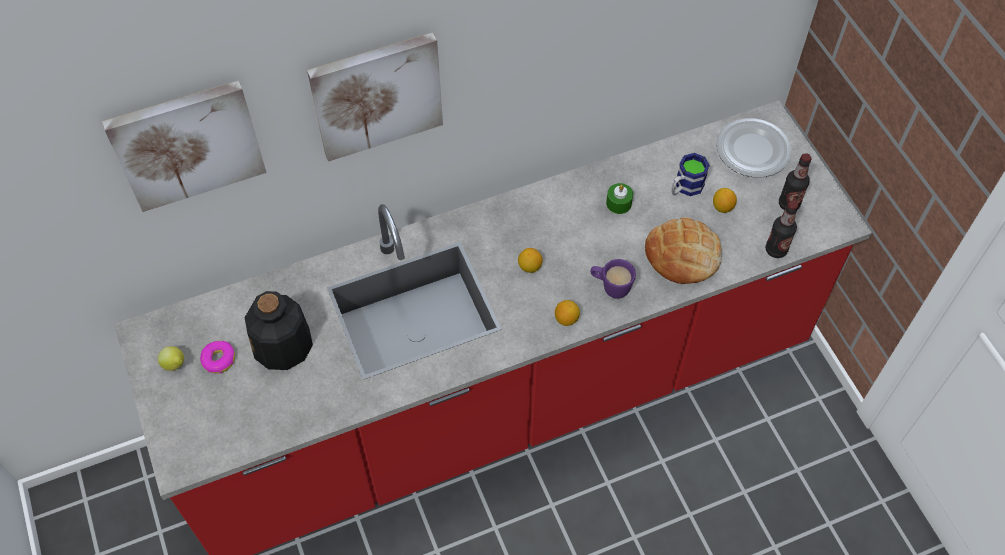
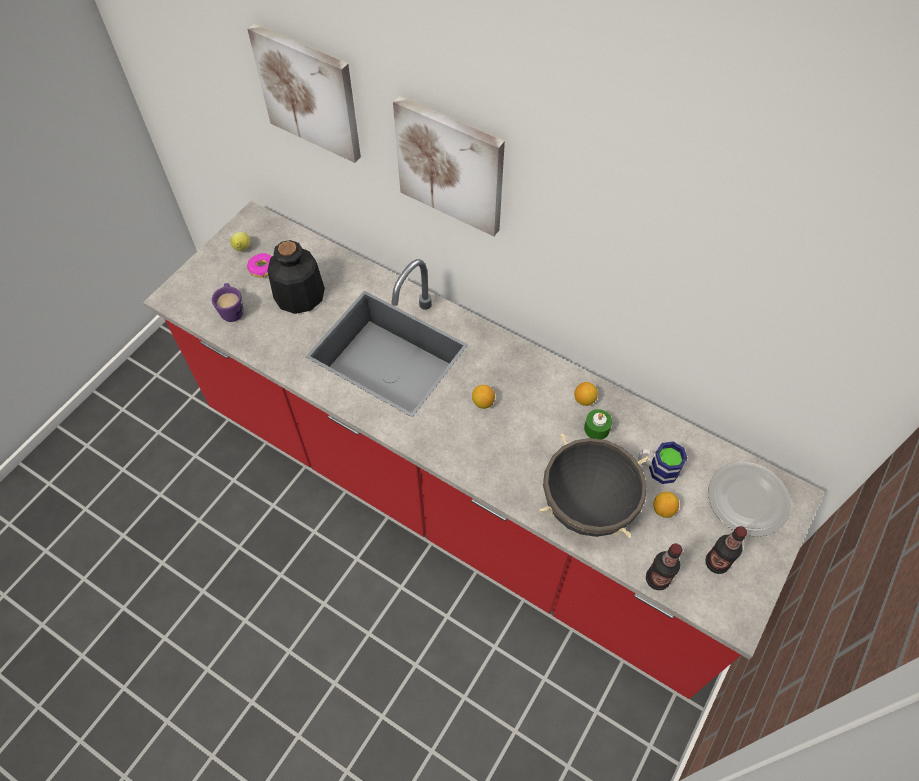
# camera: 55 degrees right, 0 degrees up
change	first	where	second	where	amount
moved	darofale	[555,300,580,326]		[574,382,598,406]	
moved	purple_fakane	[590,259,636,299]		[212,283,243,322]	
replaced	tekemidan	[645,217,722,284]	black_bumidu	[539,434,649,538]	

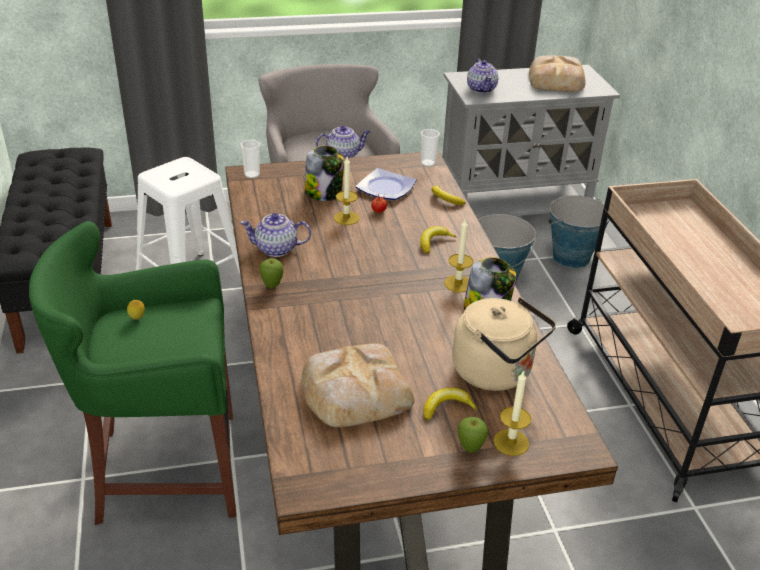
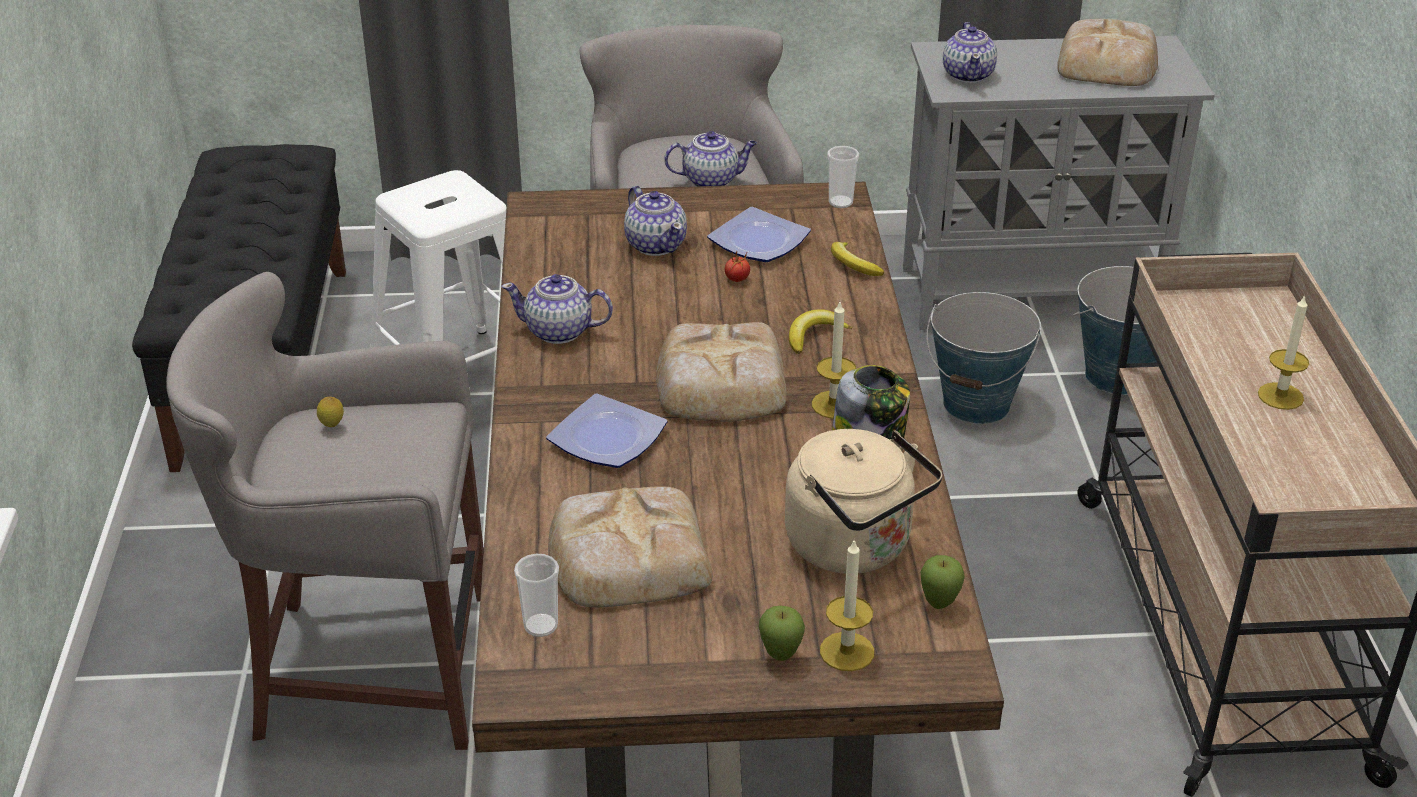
# camera: 10 degrees right, 0 degrees up
change	first	where	second	where	amount
removed	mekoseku	[423,388,478,421]			
added			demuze	[546,394,667,468]	
added			tekemidan	[656,322,787,422]	
moved	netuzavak	[240,140,260,178]		[514,554,559,637]	
moved	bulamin	[259,258,283,289]		[920,555,965,609]	
moved	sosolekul	[334,157,359,225]		[1258,295,1309,410]	
replaced	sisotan	[305,146,344,201]	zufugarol	[624,186,687,256]	
recoloured	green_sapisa	[29,221,236,525]	grey_sapisa	[166,272,484,750]	

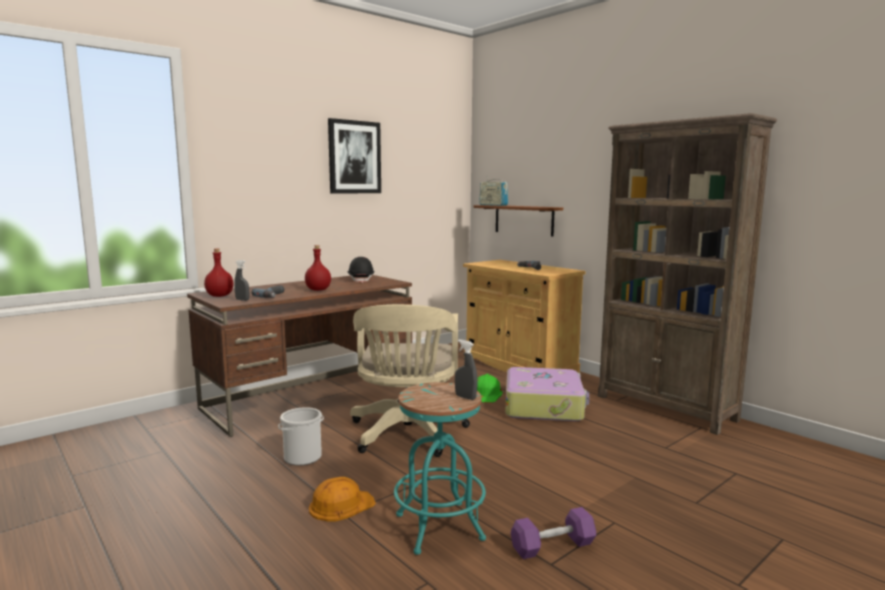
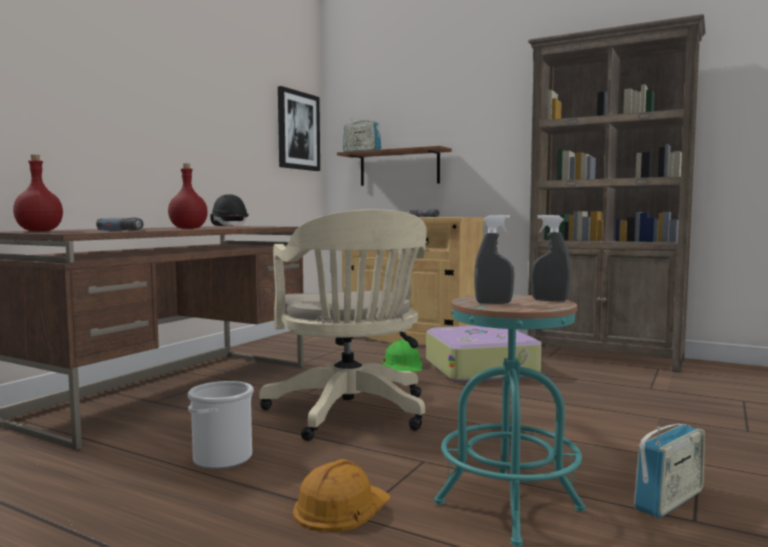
# camera: 20 degrees left, 5 degrees down
change	first	where	second	where	amount
moved	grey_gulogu	[234,260,249,301]		[474,215,514,304]	
moved	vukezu	[328,118,381,193]		[278,86,320,171]	
replaced	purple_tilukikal	[511,507,596,559]	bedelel	[634,424,705,518]	

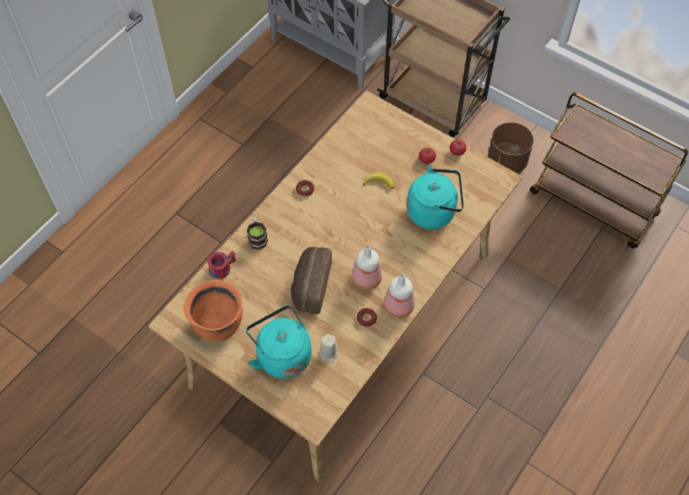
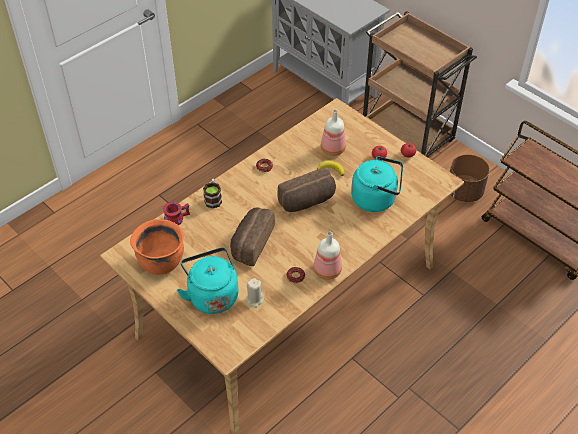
# camera: 10 degrees right, 10 degrees down
change	first	where	second	where	amount
added			tekemidan	[278,167,336,212]	
moved	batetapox	[352,245,382,290]		[321,110,346,156]	

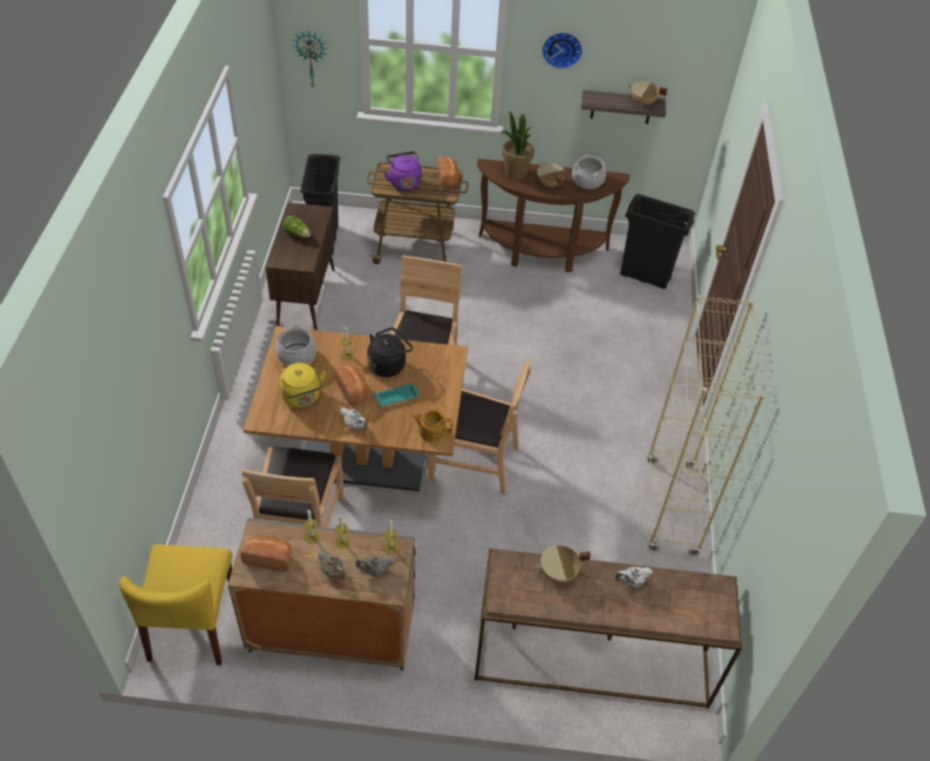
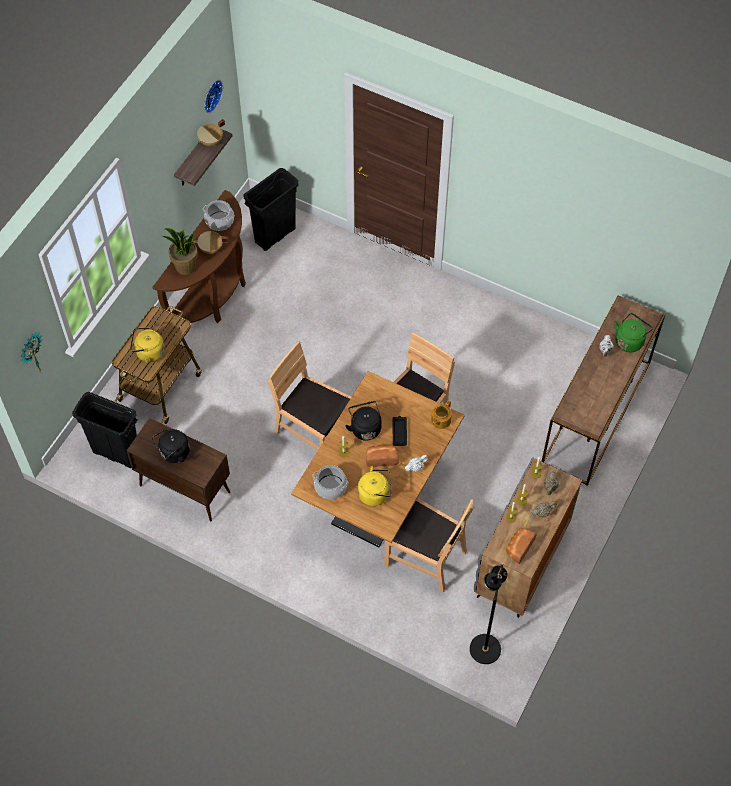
# camera: 65 degrees left, 10 degrees up
change	first	where	second	where	amount
removed	tekemidan	[438,157,459,187]			
removed	beige_bumidu	[536,545,591,583]			
removed	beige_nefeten	[647,295,765,556]			
added			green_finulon	[614,313,653,352]	
moved	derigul	[542,32,583,69]		[204,80,223,113]	
replaced	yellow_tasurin	[119,544,232,665]	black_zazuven	[470,563,508,664]	
replaced	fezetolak	[283,215,311,238]	black_finulon	[152,429,190,463]	
recoloured	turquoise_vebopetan	[374,383,419,407]	black_vebopetan	[393,416,407,446]	
recoloured	purple_finulon	[384,151,421,191]	yellow_finulon	[130,327,165,363]	

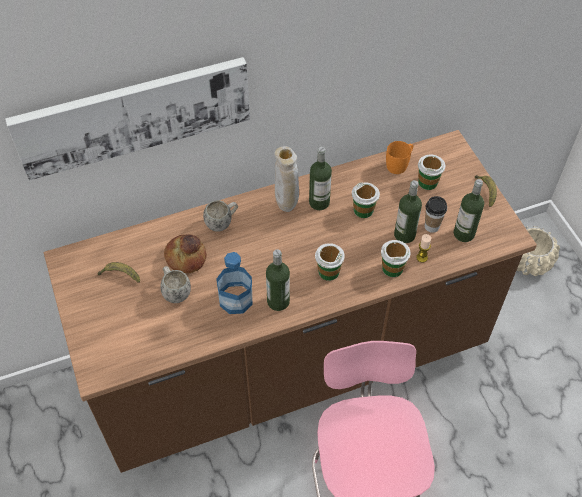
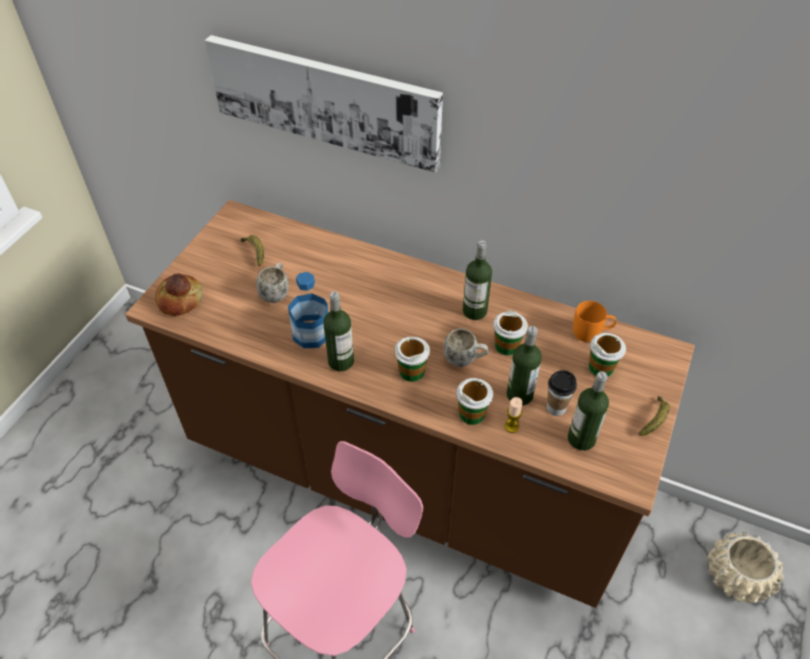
# camera: 45 degrees right, 5 degrees down
change	first	where	second	where	amount
removed	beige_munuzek	[274,146,299,212]			
moved	tekemidan	[164,234,207,273]		[155,273,202,316]	
moved	white_fakane	[203,200,238,232]		[443,328,489,367]	

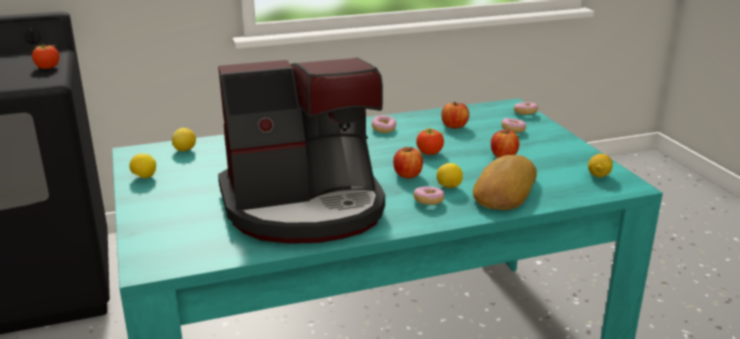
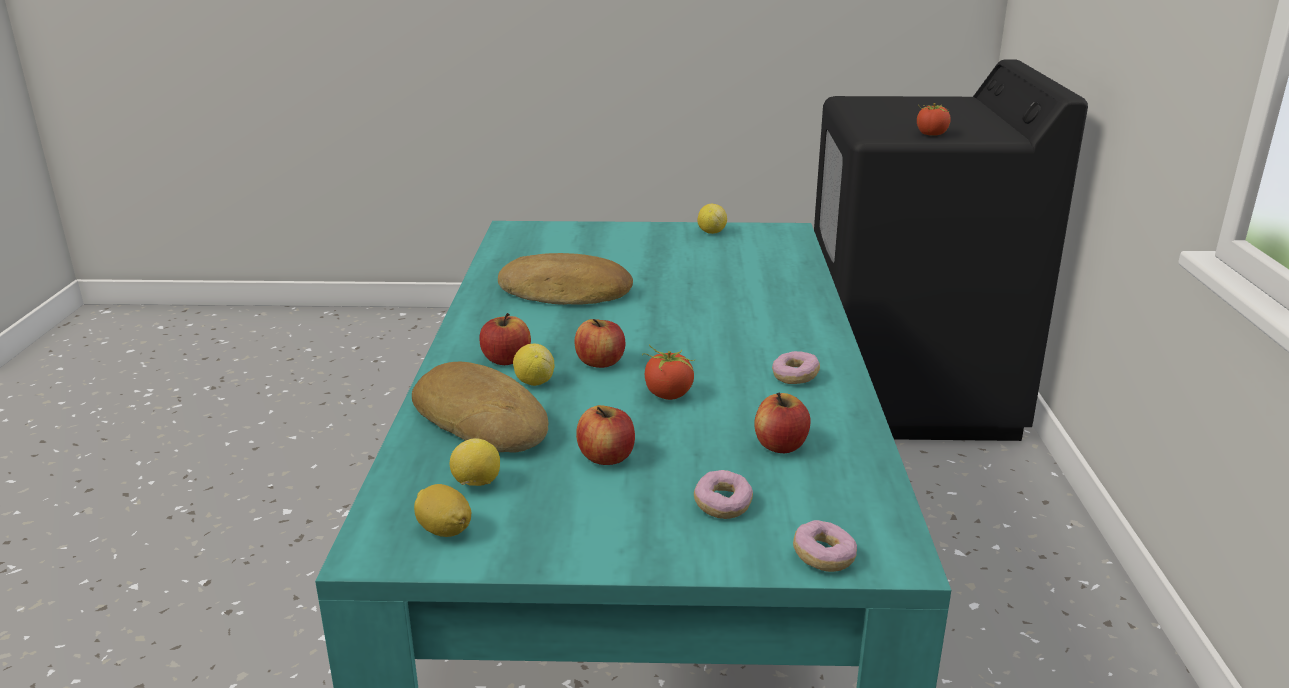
# camera: 110 degrees right, 0 degrees up
change	first	where	second	where	amount
moved	darofale	[172,128,196,151]		[450,438,500,486]	
replaced	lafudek	[218,57,385,244]	tekemidan	[498,253,633,305]	
replaced	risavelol	[413,186,445,205]	bulamin	[479,313,531,365]	

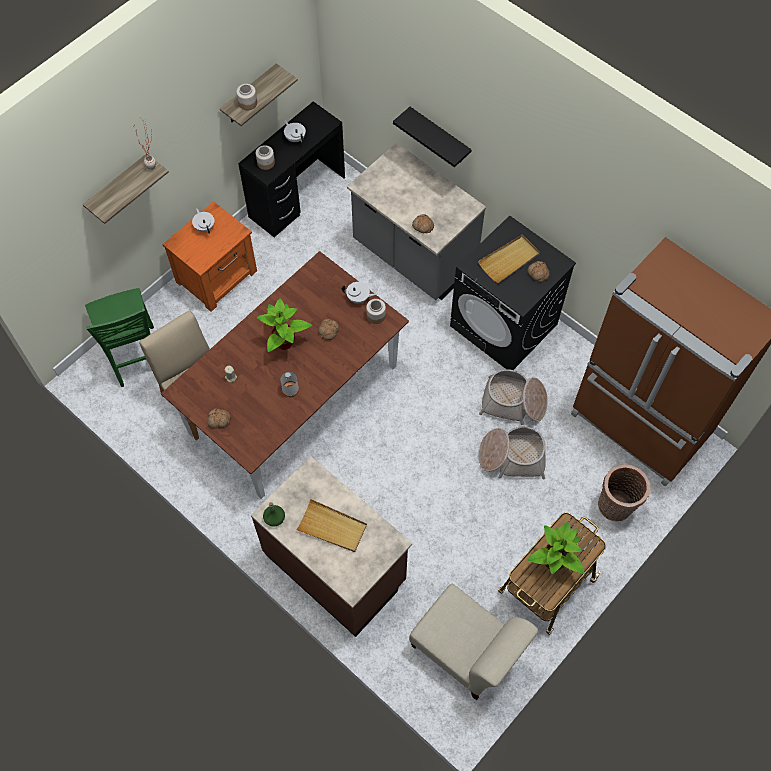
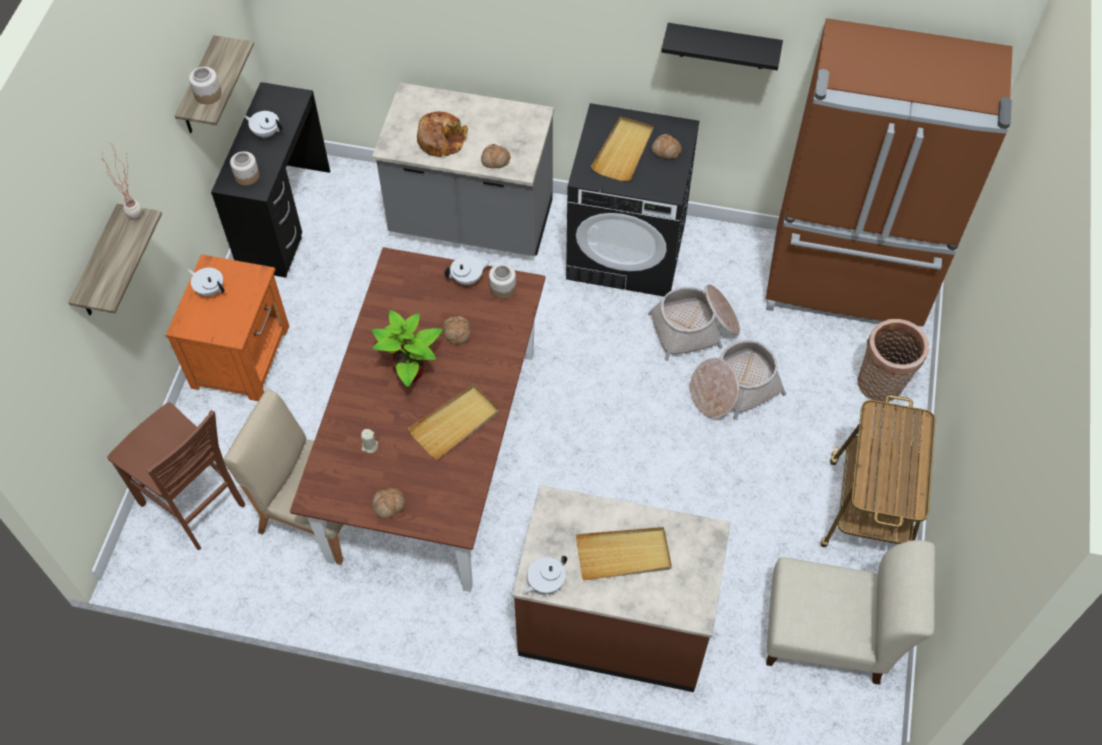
# camera: 30 degrees left, 5 degrees down
change	first	where	second	where	amount
removed	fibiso	[528,522,585,574]			
added			tekemidan	[417,111,468,157]	
moved	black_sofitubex	[393,107,472,167]		[661,23,783,70]	
replaced	green_batetapox	[263,502,285,527]	white_zufugarol	[523,556,567,594]	
replaced	white_batetapox	[281,372,299,397]	beige_vebopetan	[408,384,499,460]	
recoloured	green_tasurin	[85,288,154,387]	brown_tasurin	[107,402,245,550]	

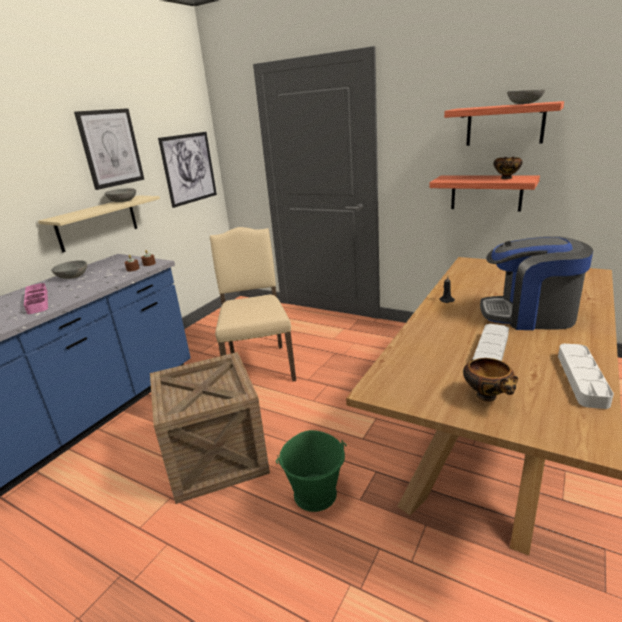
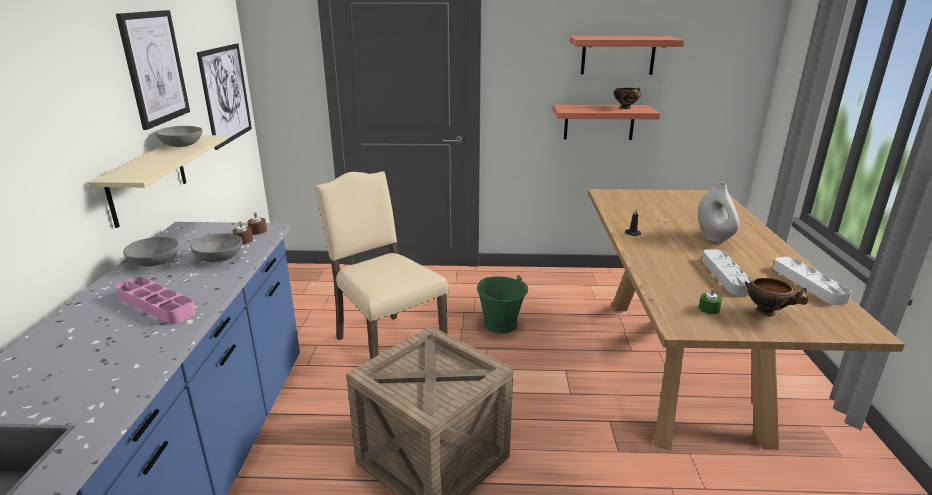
# camera: 30 degrees left, 0 degrees up
change	first	where	second	where	amount
added			green_sosolekul	[698,288,722,314]	
moved	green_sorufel	[276,430,347,512]		[477,275,528,334]	
moved	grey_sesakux	[507,89,545,104]		[190,233,243,262]	
replaced	lafudek	[480,236,593,330]	white_munuzek	[698,182,739,243]	

